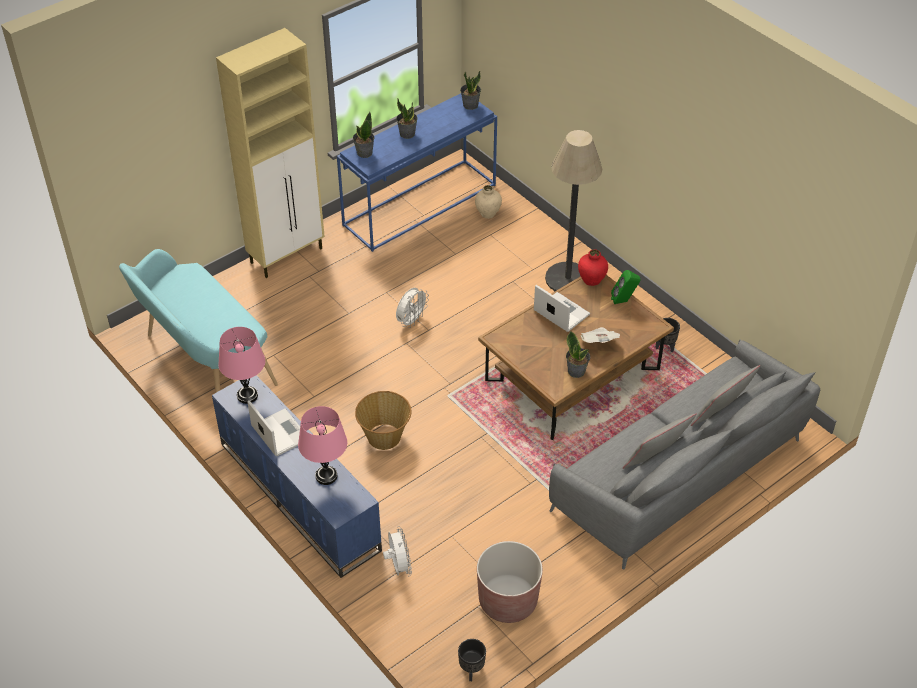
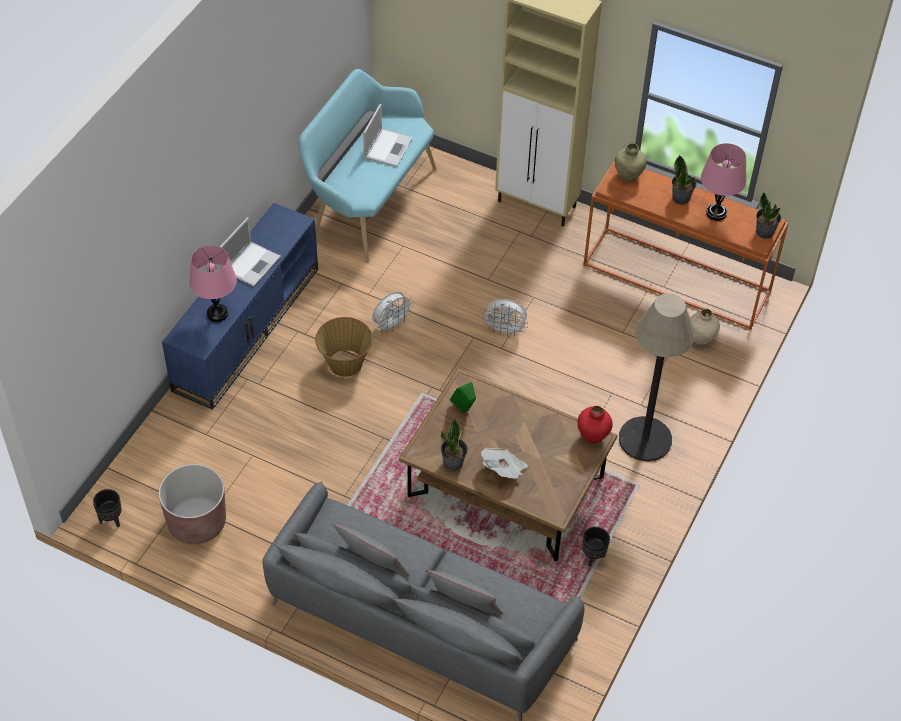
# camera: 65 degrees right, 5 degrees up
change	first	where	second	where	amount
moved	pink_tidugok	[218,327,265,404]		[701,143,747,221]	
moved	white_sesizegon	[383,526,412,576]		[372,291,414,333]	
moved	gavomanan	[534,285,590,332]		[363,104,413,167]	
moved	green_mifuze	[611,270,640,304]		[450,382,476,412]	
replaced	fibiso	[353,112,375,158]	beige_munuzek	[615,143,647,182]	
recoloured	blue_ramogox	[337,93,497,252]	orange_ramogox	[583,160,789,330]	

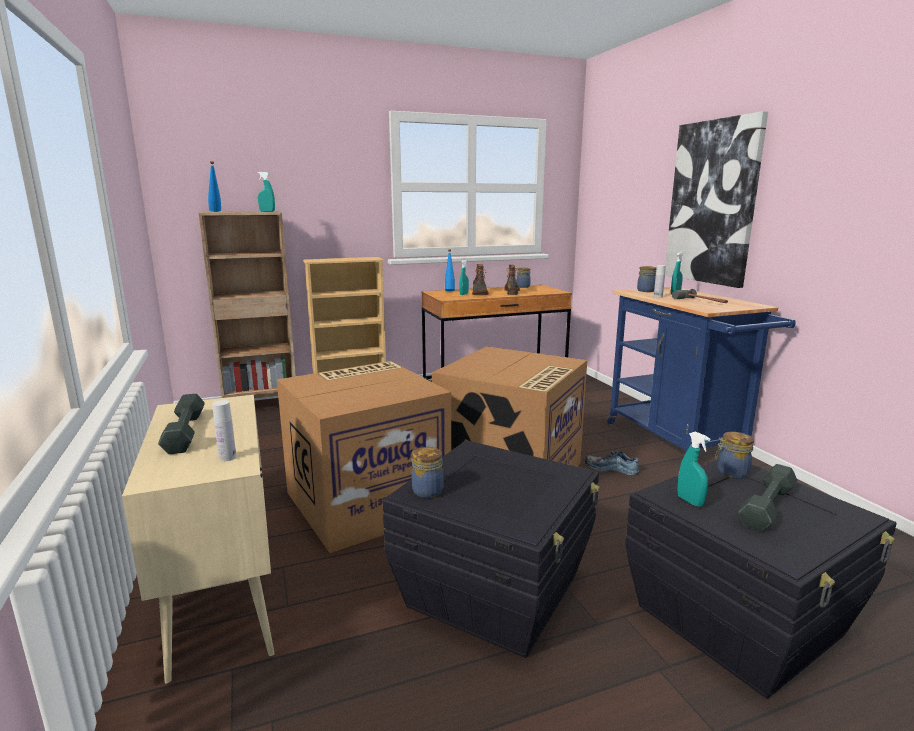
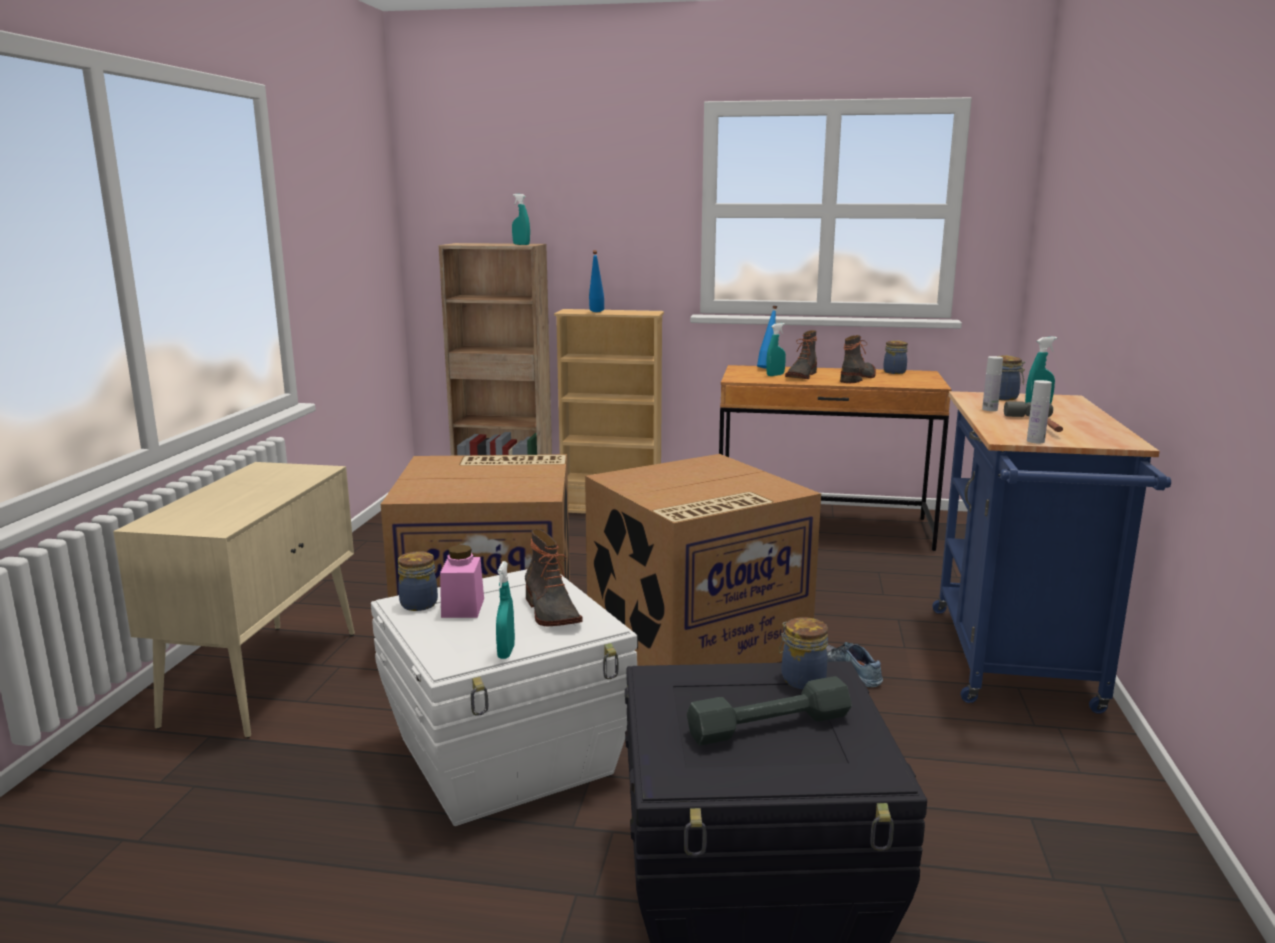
# camera: 30 degrees right, 0 degrees up
change	first	where	second	where	amount
removed	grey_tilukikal	[158,394,205,454]			
removed	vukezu	[665,111,768,288]			
added			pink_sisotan	[440,545,484,618]	
added			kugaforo	[525,529,583,626]	
moved	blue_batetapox	[208,161,221,212]		[589,250,604,312]	
moved	white_batetapox	[212,400,236,461]		[1027,380,1052,443]	
moved	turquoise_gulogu	[677,431,710,507]		[496,561,515,659]	
recoloured	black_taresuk	[382,440,600,658]	white_taresuk	[371,569,637,826]	

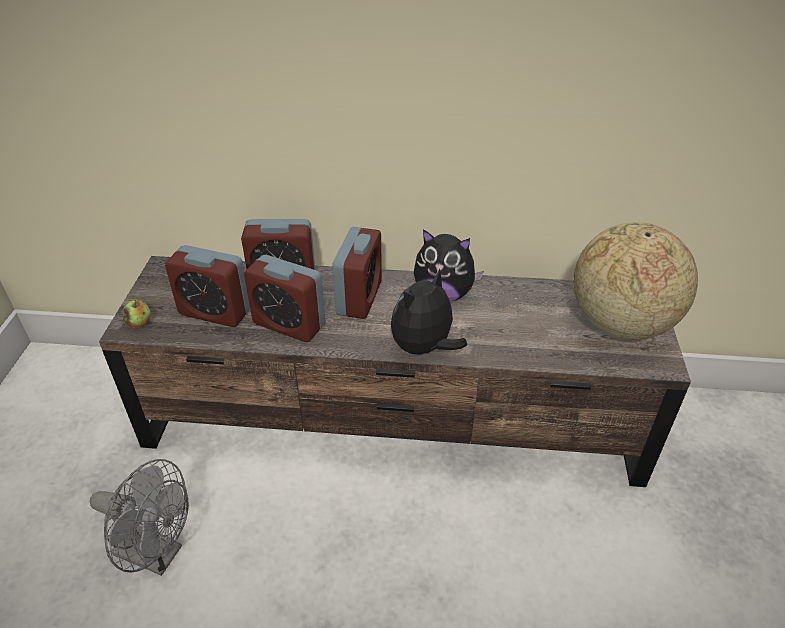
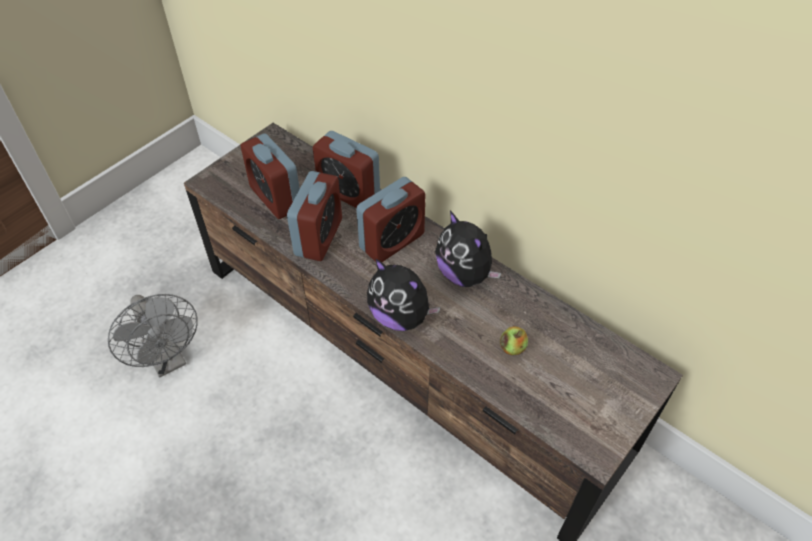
# camera: 35 degrees right, 10 degrees up
change	first	where	second	where	amount
removed	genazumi	[573,222,698,340]			
moved	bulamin	[122,300,151,328]		[500,326,528,355]	
turned	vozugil	[244,255,325,342]		[287,171,342,261]	135 degrees counterclockwise
turned	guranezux	[391,268,467,357]		[367,258,441,331]	135 degrees counterclockwise

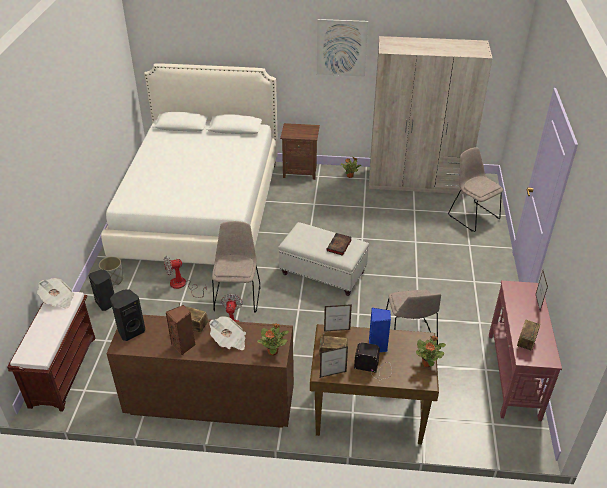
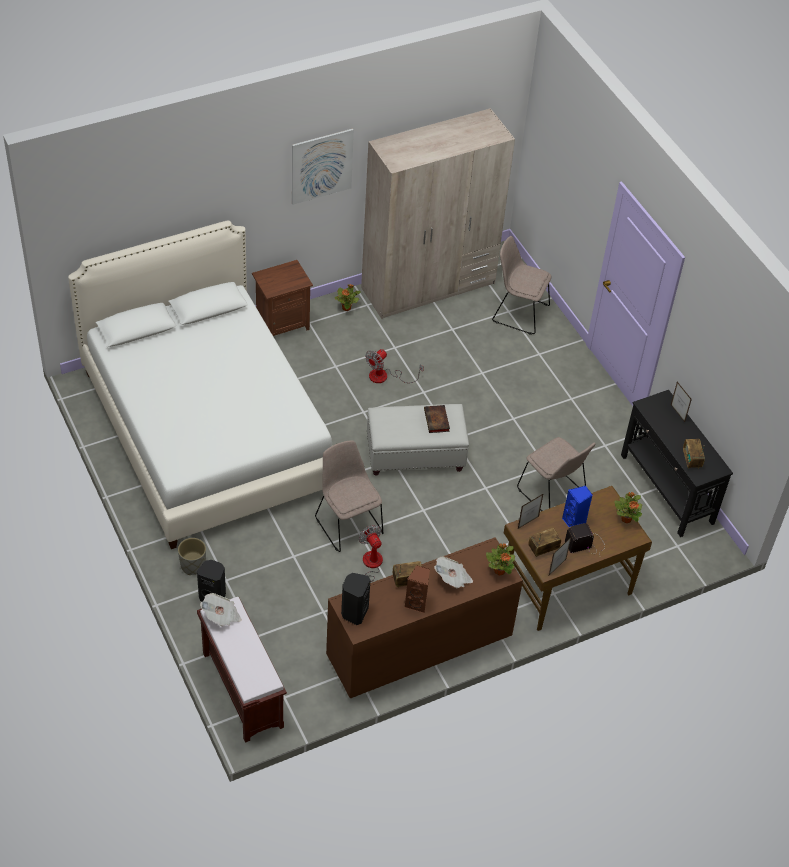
# camera: 35 degrees left, 10 degrees up
change	first	where	second	where	amount
moved	sesizegon	[164,256,207,298]		[365,349,424,383]	
recoloured	red_ramogox	[489,280,562,421]	black_ramogox	[621,390,733,537]	

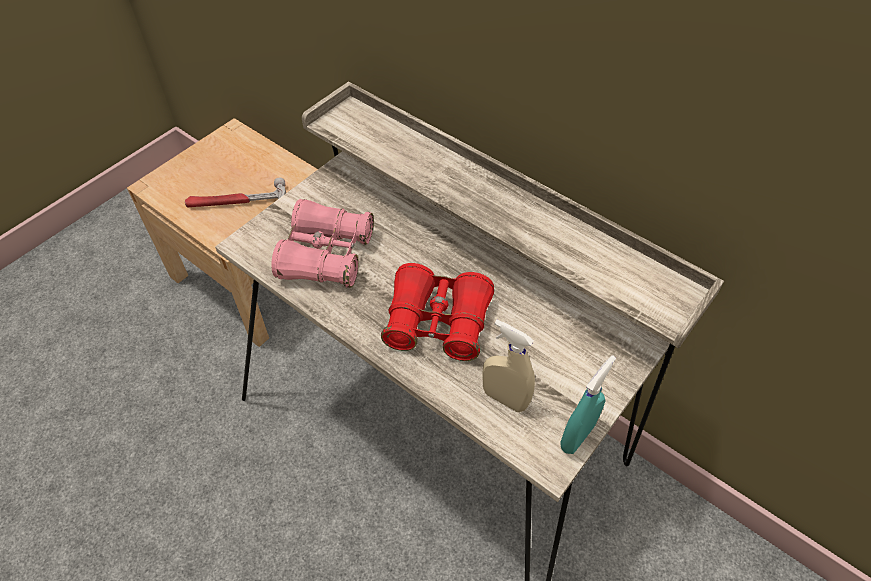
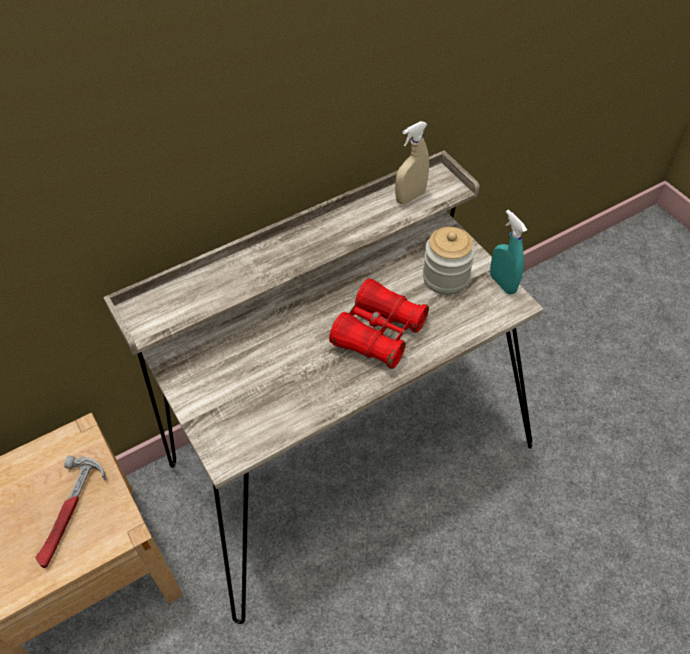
# camera: 70 degrees left, 0 degrees up
change	first	where	second	where	amount
removed	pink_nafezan	[271,199,374,288]			
added			sisotan	[423,227,475,295]	
moved	beige_gulogu	[482,320,535,412]		[395,121,429,204]	

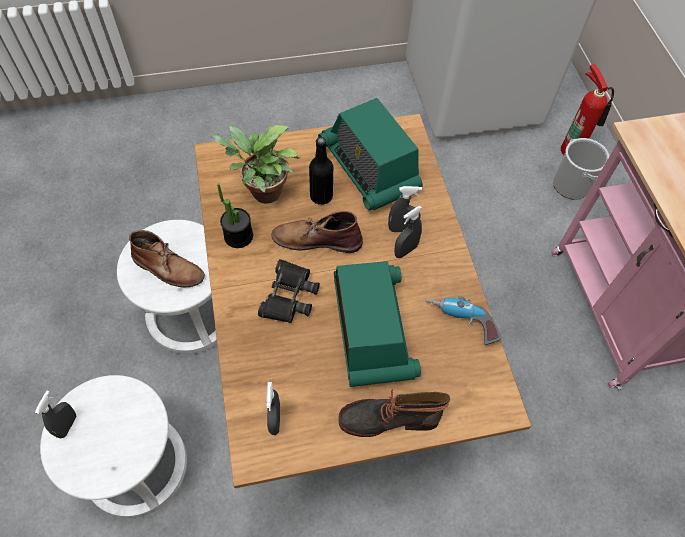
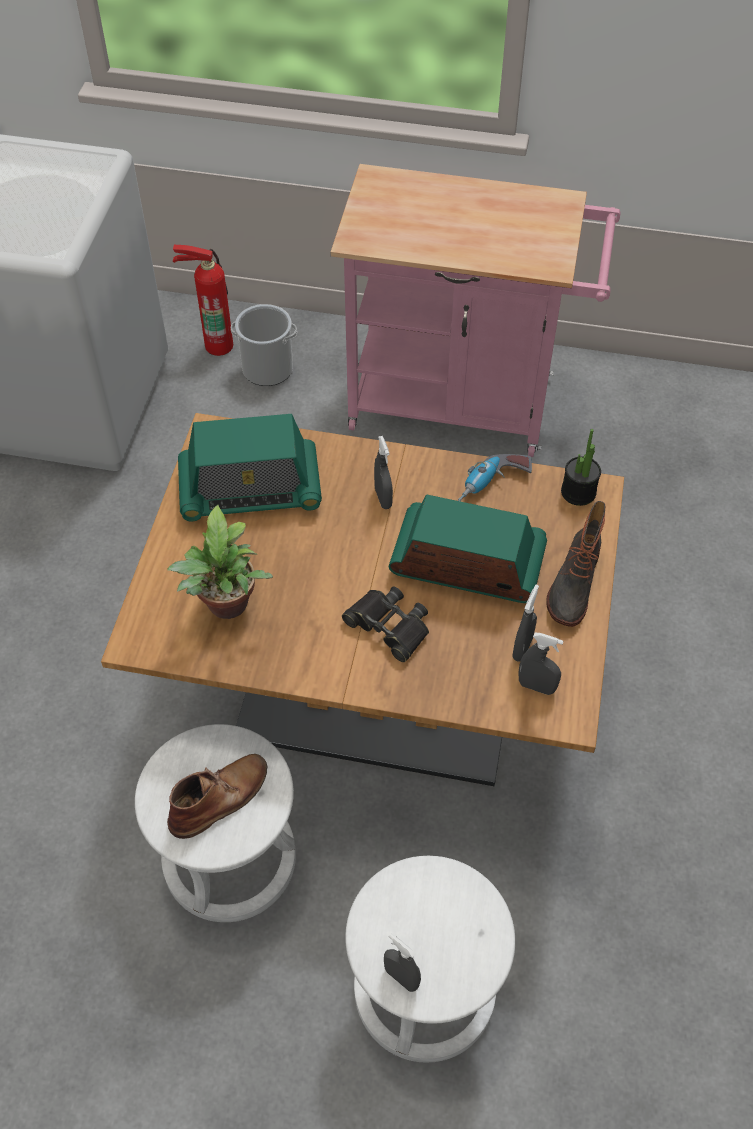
# camera: 65 degrees left, 5 degrees down
change	first	where	second	where	amount
removed	brown_kugaforo	[271,211,363,253]			
removed	black_batetapox	[309,137,333,205]			
moved	fibiso	[217,184,253,248]		[561,429,601,506]	
moved	grey_gulogu	[388,186,422,232]		[513,585,539,662]	

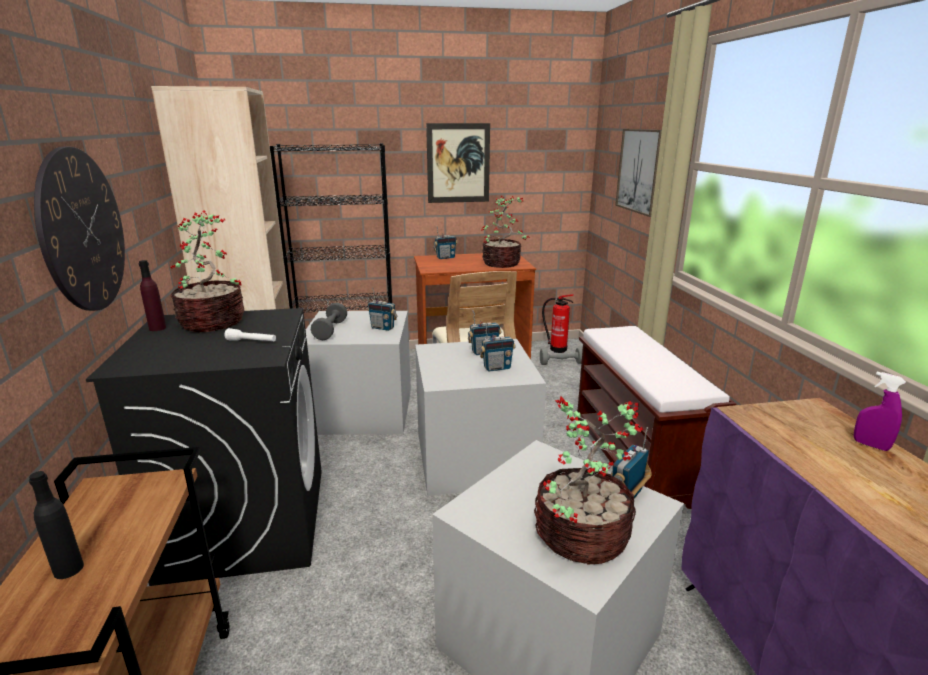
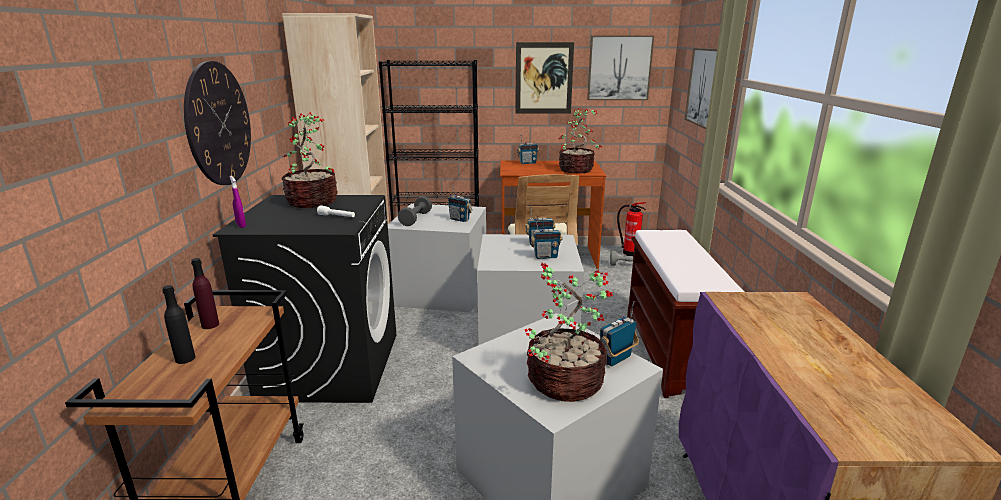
# camera: 10 degrees right, 0 degrees up
change	first	where	second	where	amount
added			vukezu	[587,36,654,100]	
moved	purple_batetapox	[139,260,166,331]		[191,258,219,329]	
moved	purple_gulogu	[854,372,906,451]		[230,176,246,228]	

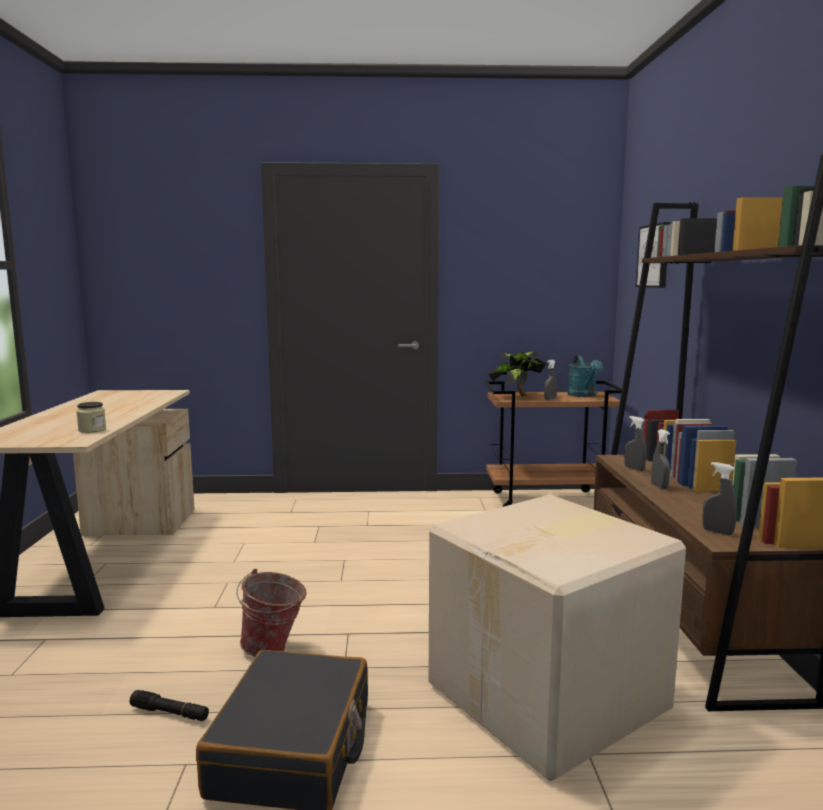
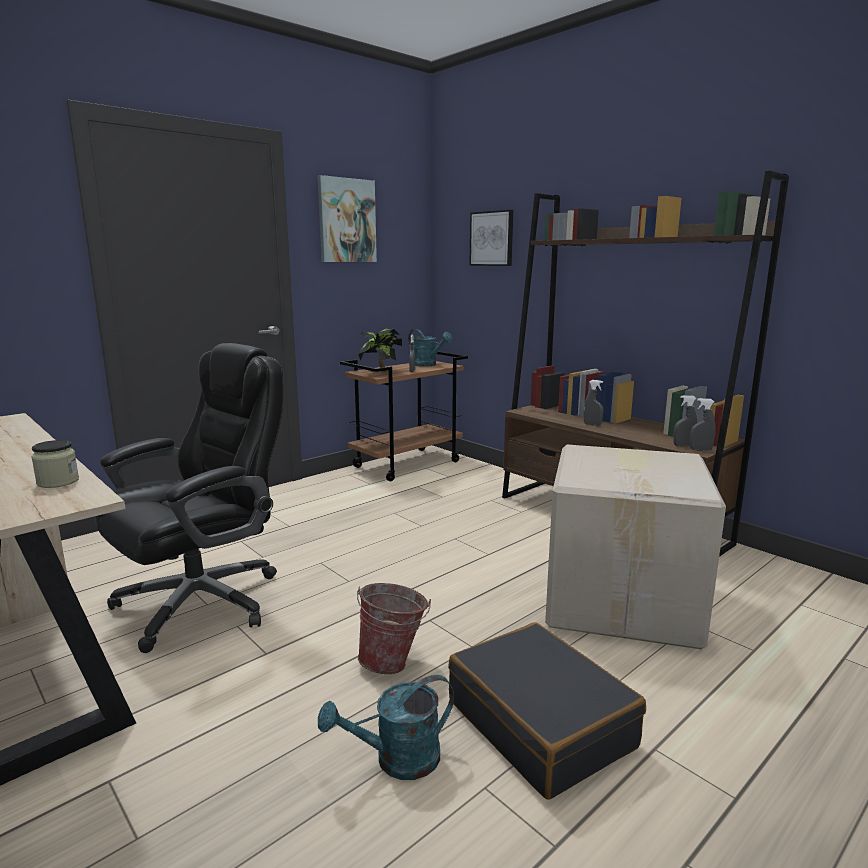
# camera: 40 degrees left, 5 degrees up
change	first	where	second	where	amount
added			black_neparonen	[95,343,283,653]	
added			vukezu	[318,175,377,262]	
moved	grey_gulogu	[624,416,647,471]		[690,398,716,451]	
replaced	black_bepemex	[130,690,209,721]	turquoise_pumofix	[318,675,454,780]	

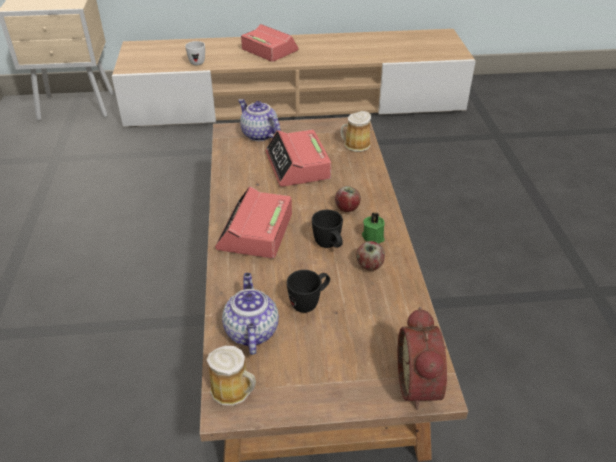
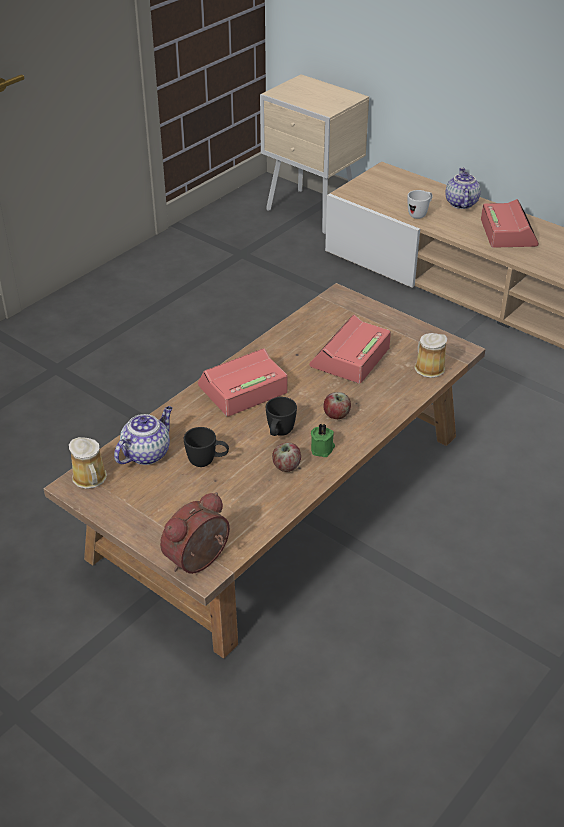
# camera: 45 degrees right, 0 degrees up
change	first	where	second	where	amount
moved	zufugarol	[238,99,280,141]		[445,167,481,209]	

